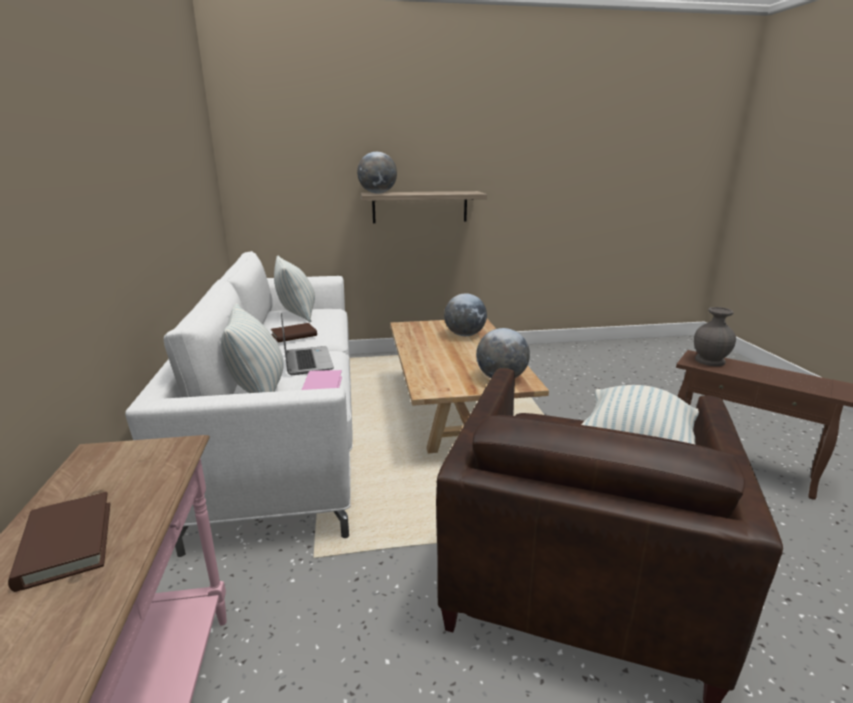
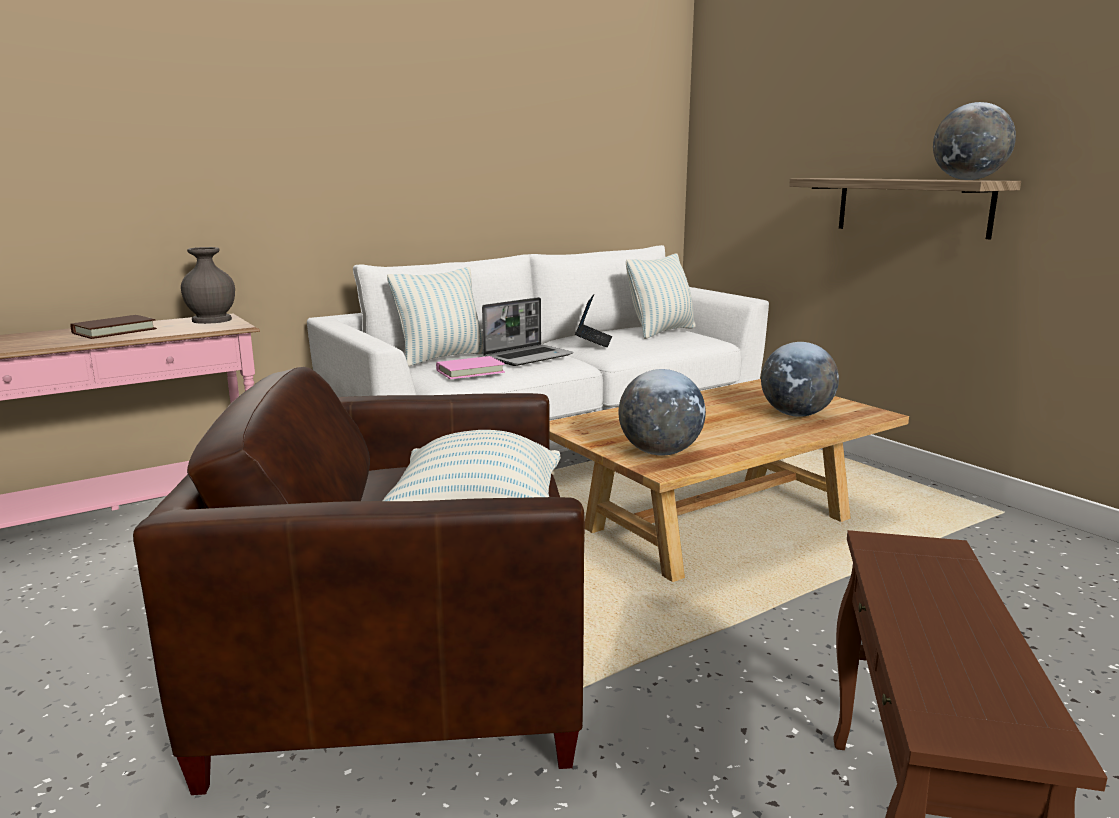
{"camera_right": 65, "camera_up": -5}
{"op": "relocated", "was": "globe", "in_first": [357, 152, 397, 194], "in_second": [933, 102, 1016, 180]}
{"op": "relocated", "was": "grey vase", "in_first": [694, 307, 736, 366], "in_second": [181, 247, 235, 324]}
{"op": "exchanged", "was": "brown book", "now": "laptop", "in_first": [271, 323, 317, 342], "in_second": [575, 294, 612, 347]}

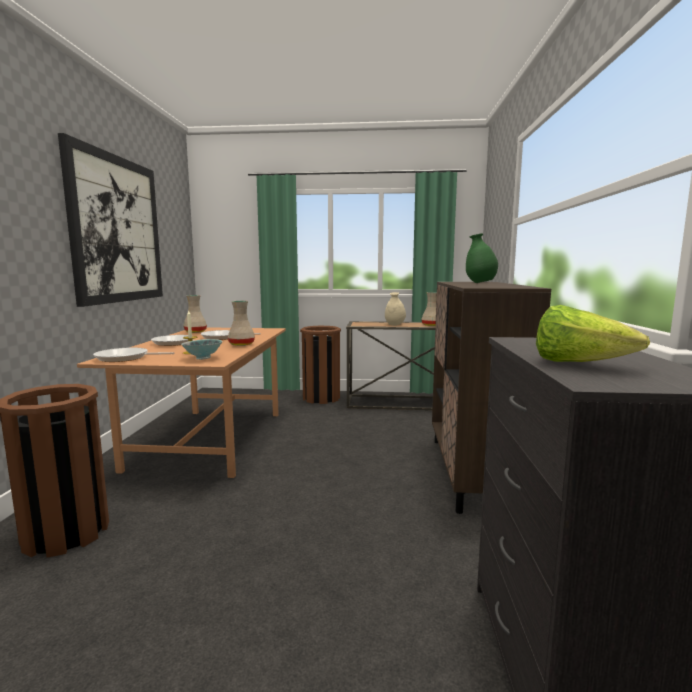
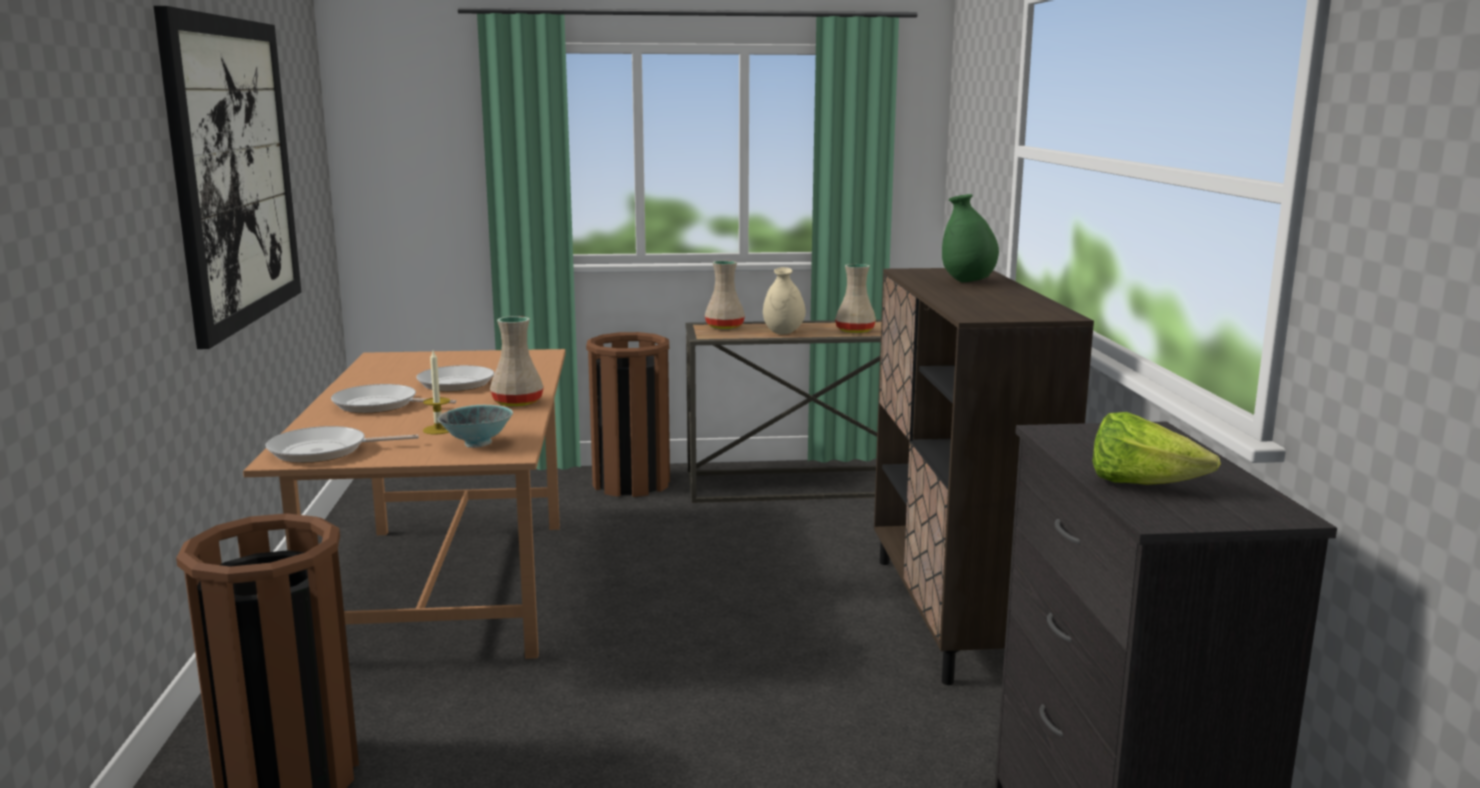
{"camera_right": -10, "camera_up": 5}
{"op": "relocated", "was": "beige vase", "in_first": [183, 295, 207, 333], "in_second": [705, 261, 745, 329]}

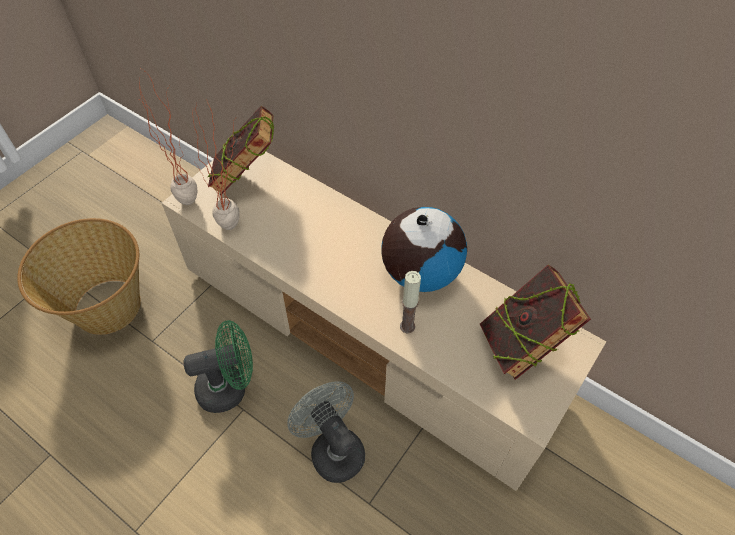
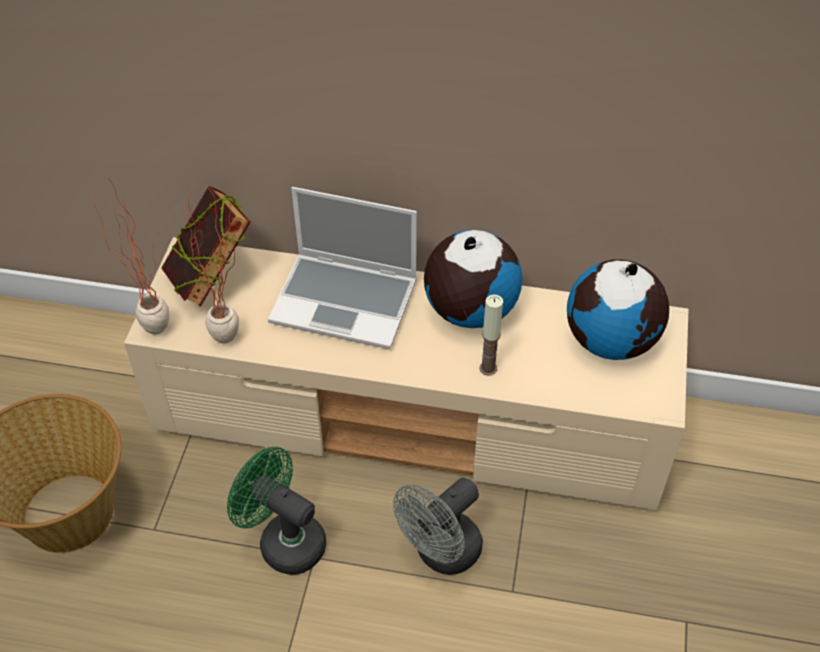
{"camera_right": -25, "camera_up": -5}
{"op": "exchanged", "was": "book", "now": "globe", "in_first": [480, 265, 591, 380], "in_second": [567, 259, 669, 360]}
{"op": "spun", "was": "green fan", "in_first": [183, 320, 253, 413], "in_second": [227, 447, 326, 575], "clockwise": -105}
{"op": "spun", "was": "grey fan", "in_first": [287, 382, 365, 483], "in_second": [393, 478, 483, 575], "clockwise": -75}
{"op": "appeared", "now": "laptop", "in_second": [268, 187, 417, 349]}

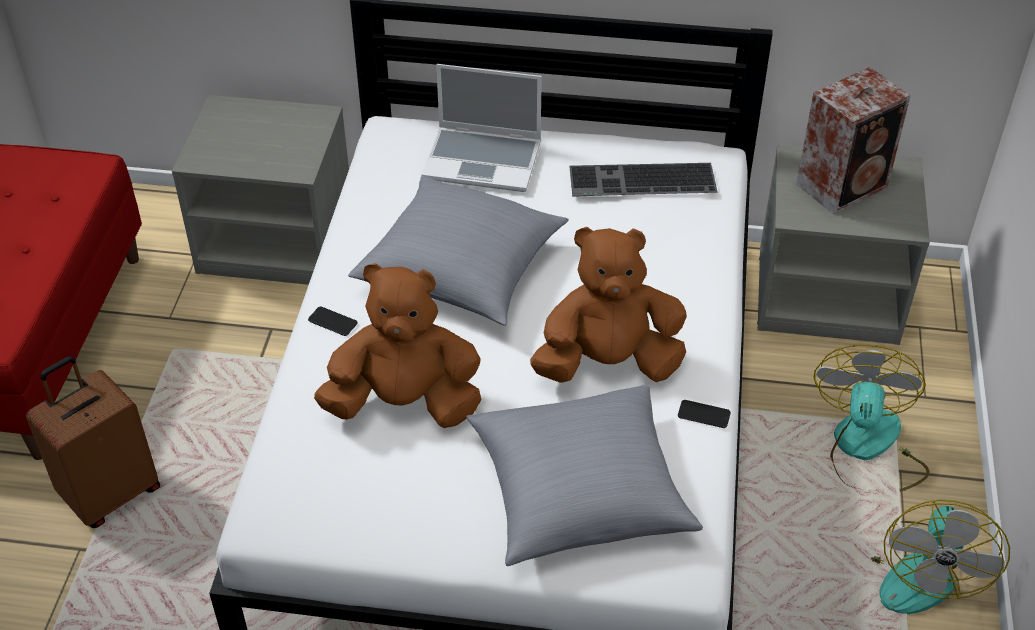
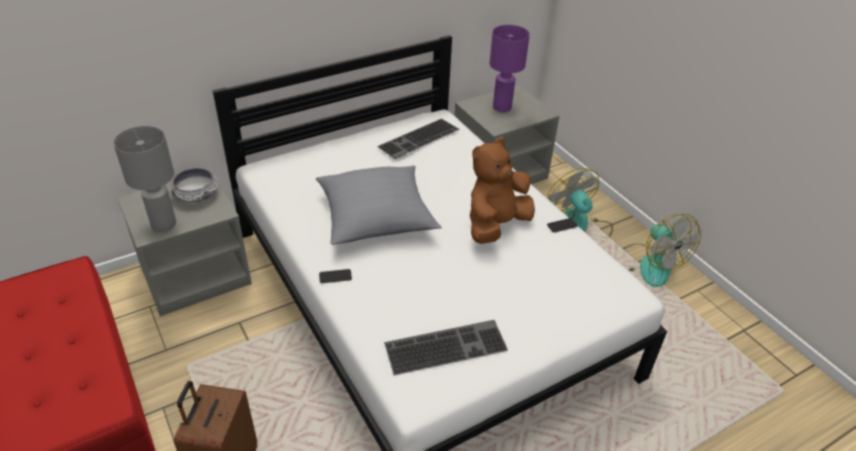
{"camera_right": -40, "camera_up": -5}
{"op": "missing", "was": "laptop", "in_first": [422, 64, 542, 192]}
{"op": "exchanged", "was": "speaker", "now": "purple table lamp", "in_first": [796, 67, 911, 214], "in_second": [489, 25, 530, 112]}
{"op": "missing", "was": "brown plush toy", "in_first": [314, 263, 481, 428]}
{"op": "missing", "was": "grey pillow", "in_first": [466, 385, 703, 566]}
{"op": "appeared", "now": "grey table lamp", "in_second": [113, 126, 176, 232]}
{"op": "appeared", "now": "bowl", "in_second": [170, 168, 219, 203]}
{"op": "appeared", "now": "keyboard", "in_second": [384, 320, 508, 375]}

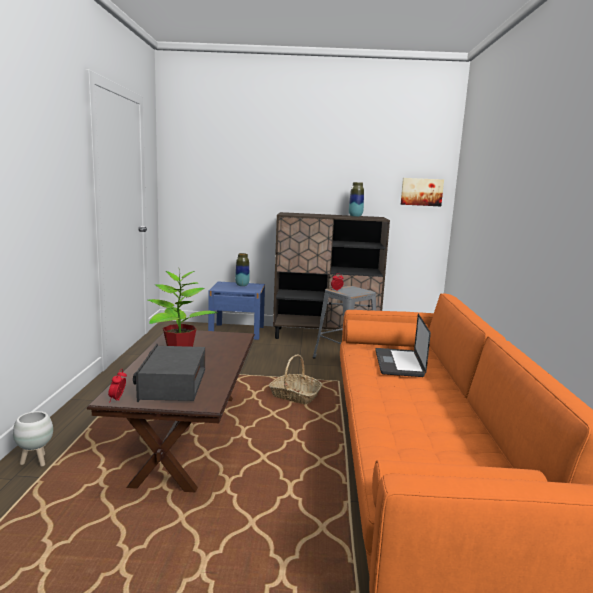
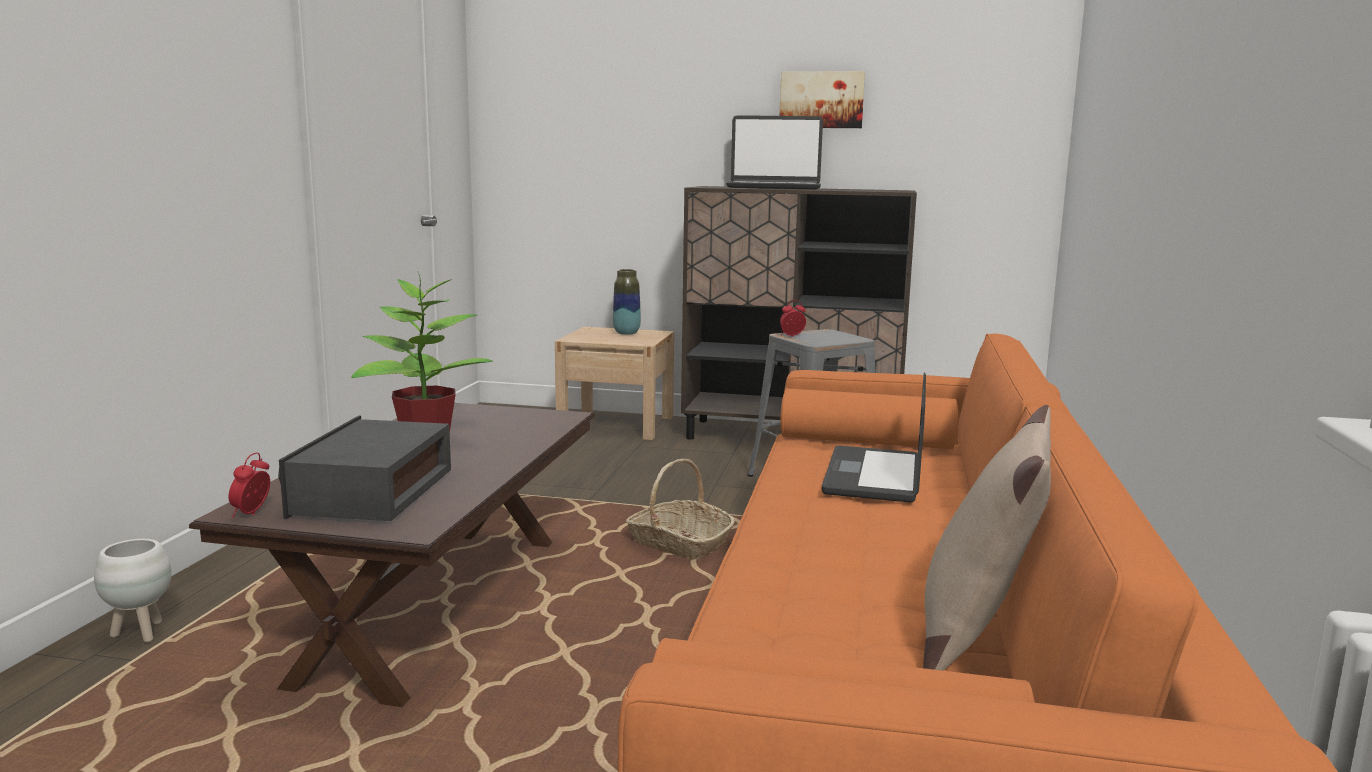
{"camera_right": 10, "camera_up": 0}
{"op": "relocated", "was": "picture", "in_first": [401, 178, 444, 206], "in_second": [780, 71, 865, 128]}
{"op": "missing", "was": "vase", "in_first": [349, 182, 364, 217]}
{"op": "colour", "was": "blue nightstand", "now": "beige nightstand", "in_first": [208, 282, 265, 340], "in_second": [555, 327, 674, 440]}
{"op": "appeared", "now": "laptop", "in_second": [726, 115, 823, 189]}
{"op": "appeared", "now": "beige pillow", "in_second": [923, 405, 1051, 671]}

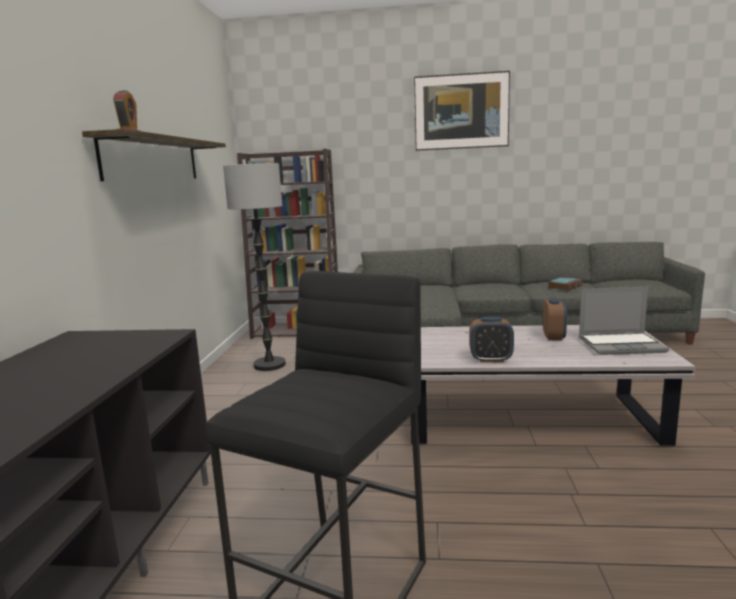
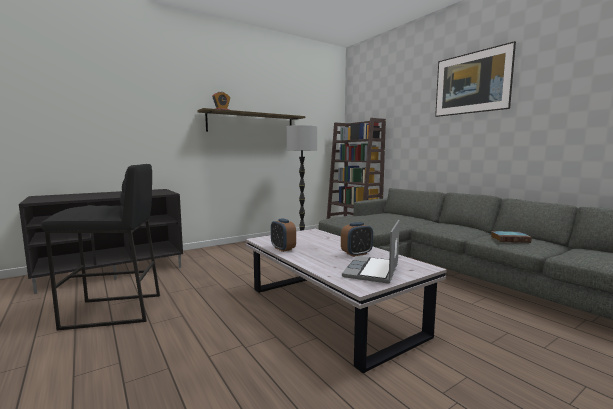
{"camera_right": 50, "camera_up": -5}
{"op": "spun", "was": "laptop", "in_first": [579, 287, 669, 355], "in_second": [342, 220, 400, 284], "clockwise": 60}

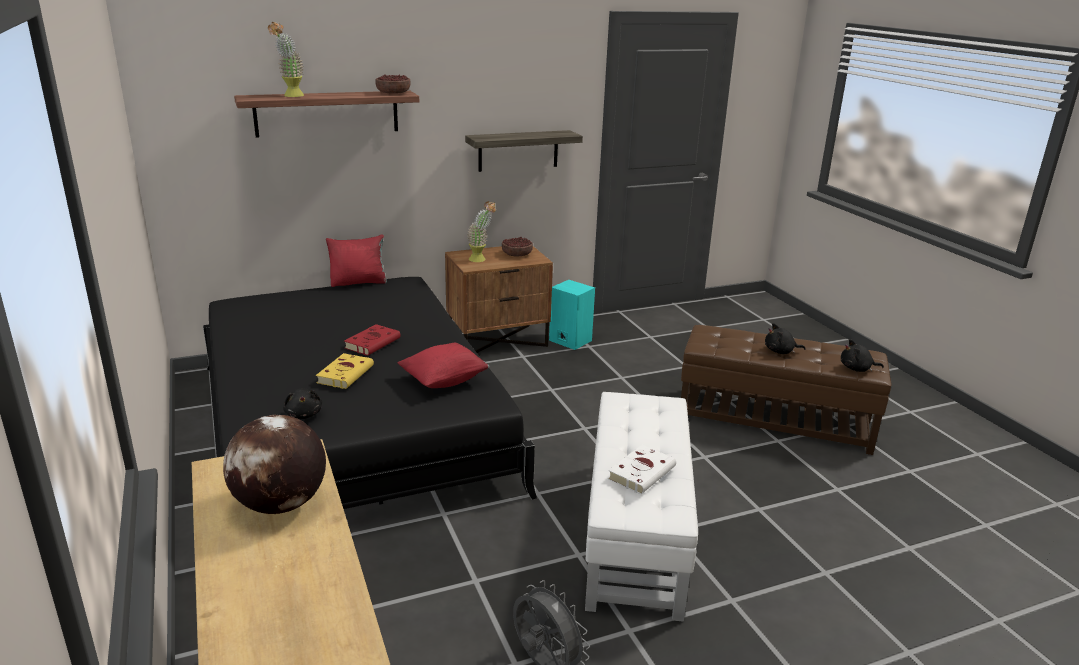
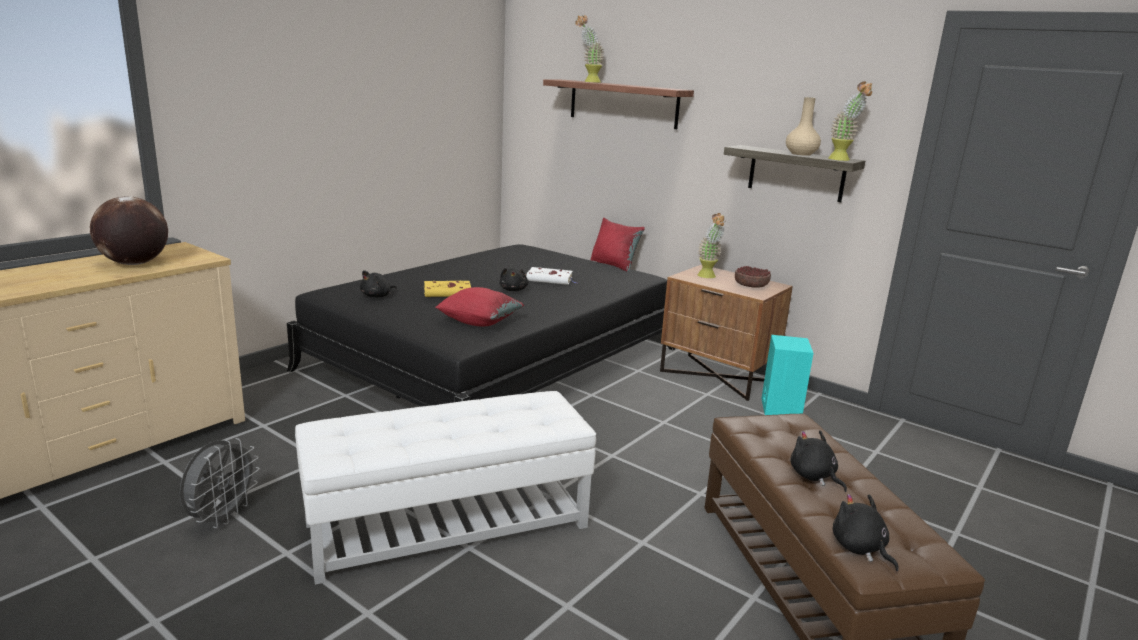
{"camera_right": 60, "camera_up": -5}
{"op": "missing", "was": "bowl", "in_first": [375, 75, 410, 94]}
{"op": "exchanged", "was": "red book", "now": "black plush toy", "in_first": [344, 324, 401, 356], "in_second": [499, 268, 528, 291]}
{"op": "relocated", "was": "white book", "in_first": [608, 445, 676, 494], "in_second": [526, 267, 578, 285]}
{"op": "appeared", "now": "potted plant", "in_second": [828, 81, 872, 161]}
{"op": "appeared", "now": "beige vase", "in_second": [786, 97, 821, 156]}

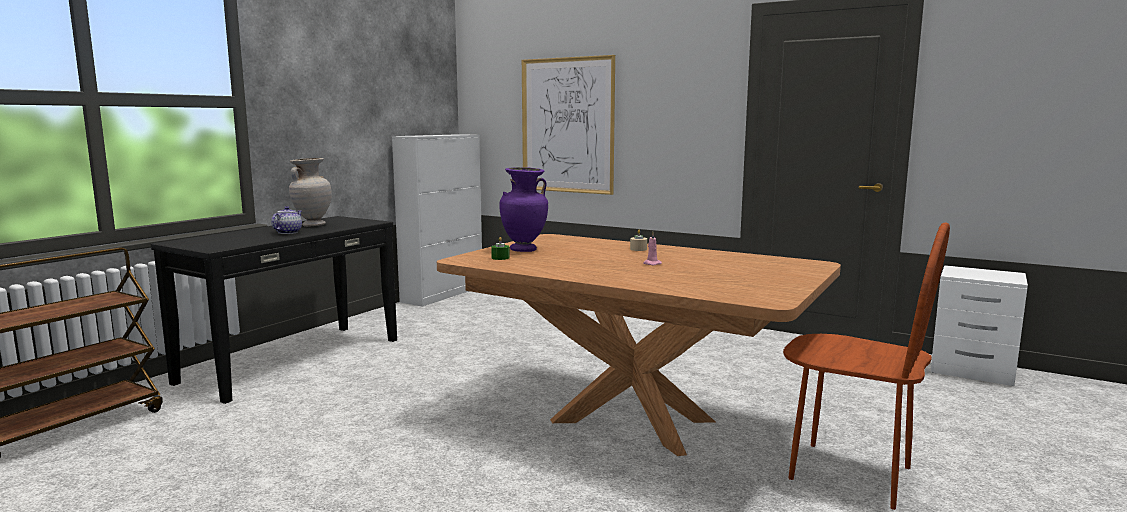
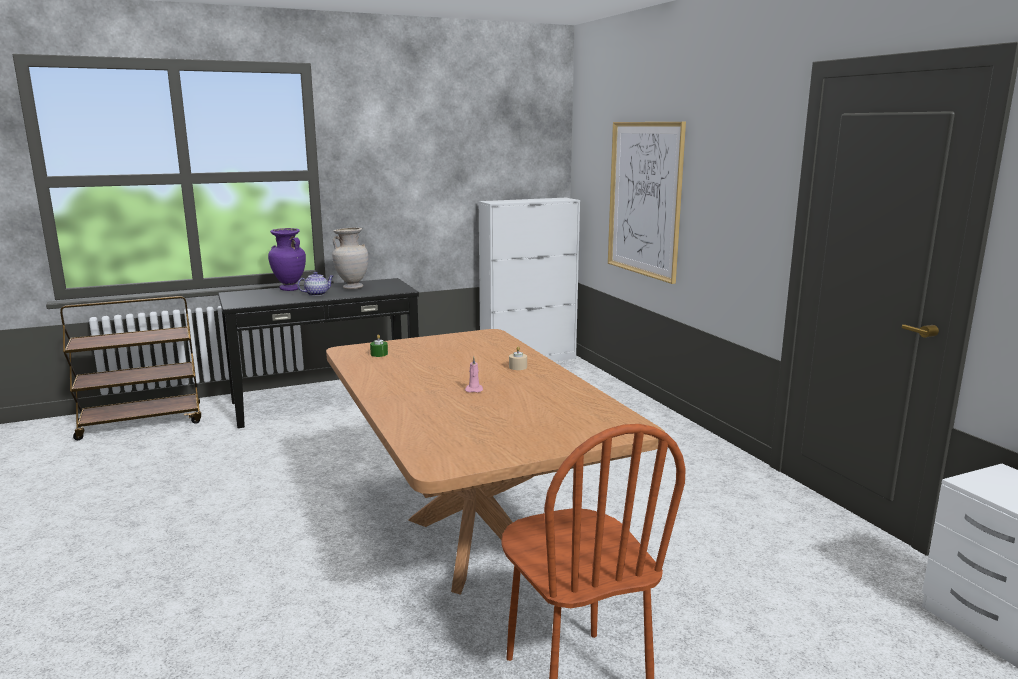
{"camera_right": 35, "camera_up": 5}
{"op": "relocated", "was": "purple vase", "in_first": [499, 167, 548, 252], "in_second": [268, 228, 306, 291]}

